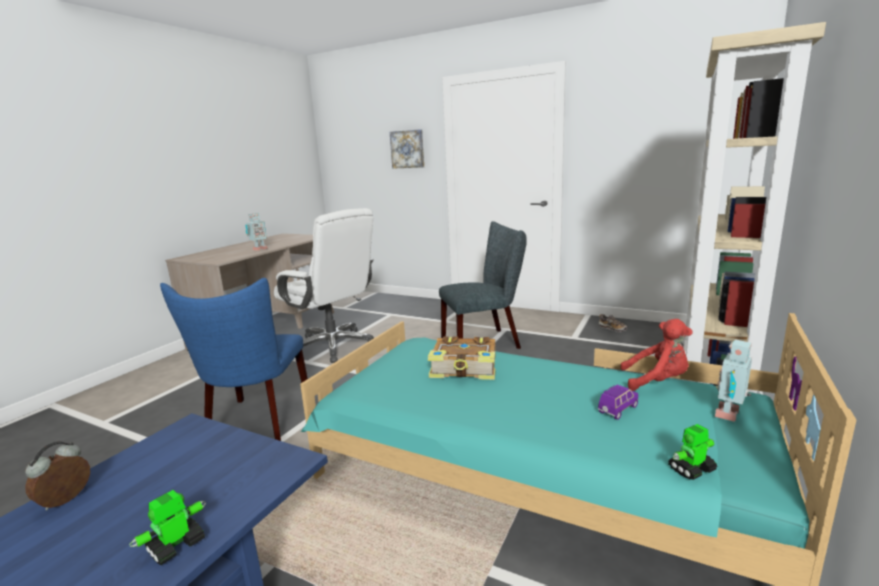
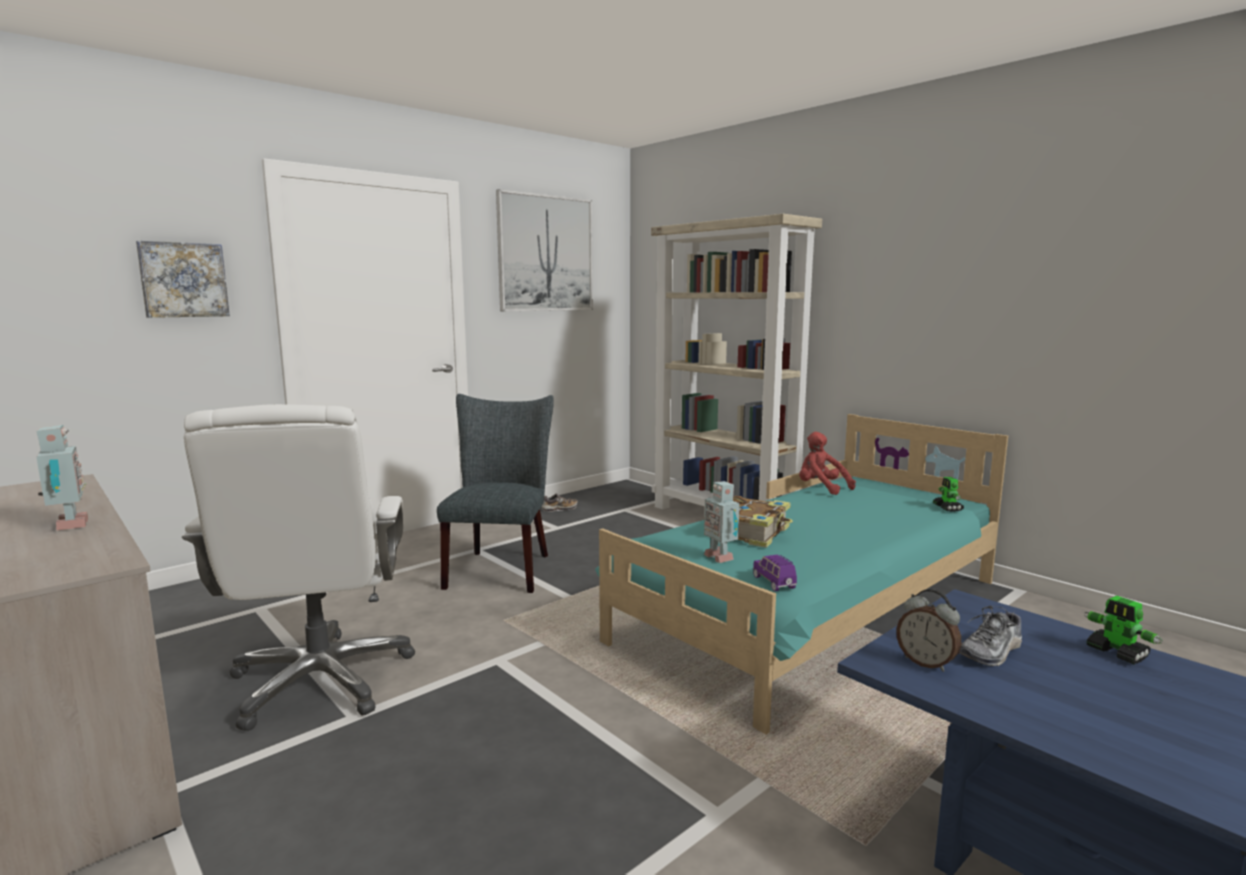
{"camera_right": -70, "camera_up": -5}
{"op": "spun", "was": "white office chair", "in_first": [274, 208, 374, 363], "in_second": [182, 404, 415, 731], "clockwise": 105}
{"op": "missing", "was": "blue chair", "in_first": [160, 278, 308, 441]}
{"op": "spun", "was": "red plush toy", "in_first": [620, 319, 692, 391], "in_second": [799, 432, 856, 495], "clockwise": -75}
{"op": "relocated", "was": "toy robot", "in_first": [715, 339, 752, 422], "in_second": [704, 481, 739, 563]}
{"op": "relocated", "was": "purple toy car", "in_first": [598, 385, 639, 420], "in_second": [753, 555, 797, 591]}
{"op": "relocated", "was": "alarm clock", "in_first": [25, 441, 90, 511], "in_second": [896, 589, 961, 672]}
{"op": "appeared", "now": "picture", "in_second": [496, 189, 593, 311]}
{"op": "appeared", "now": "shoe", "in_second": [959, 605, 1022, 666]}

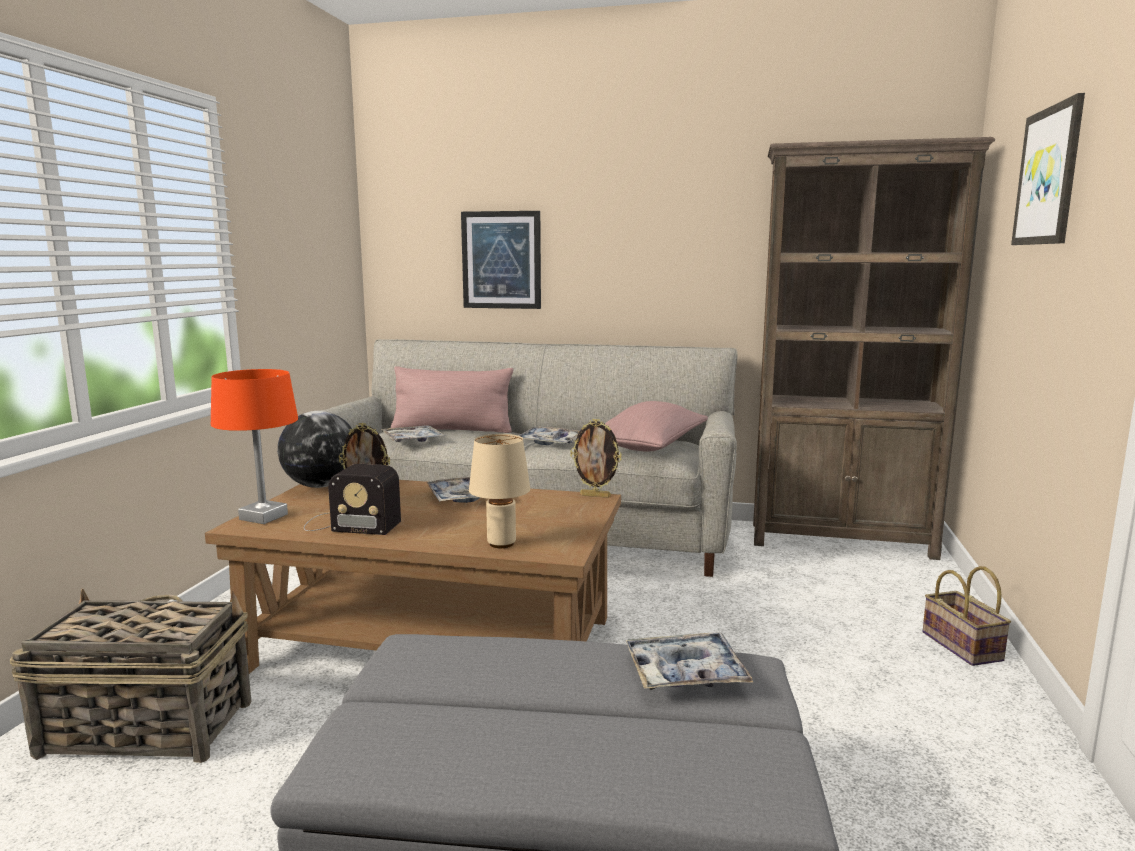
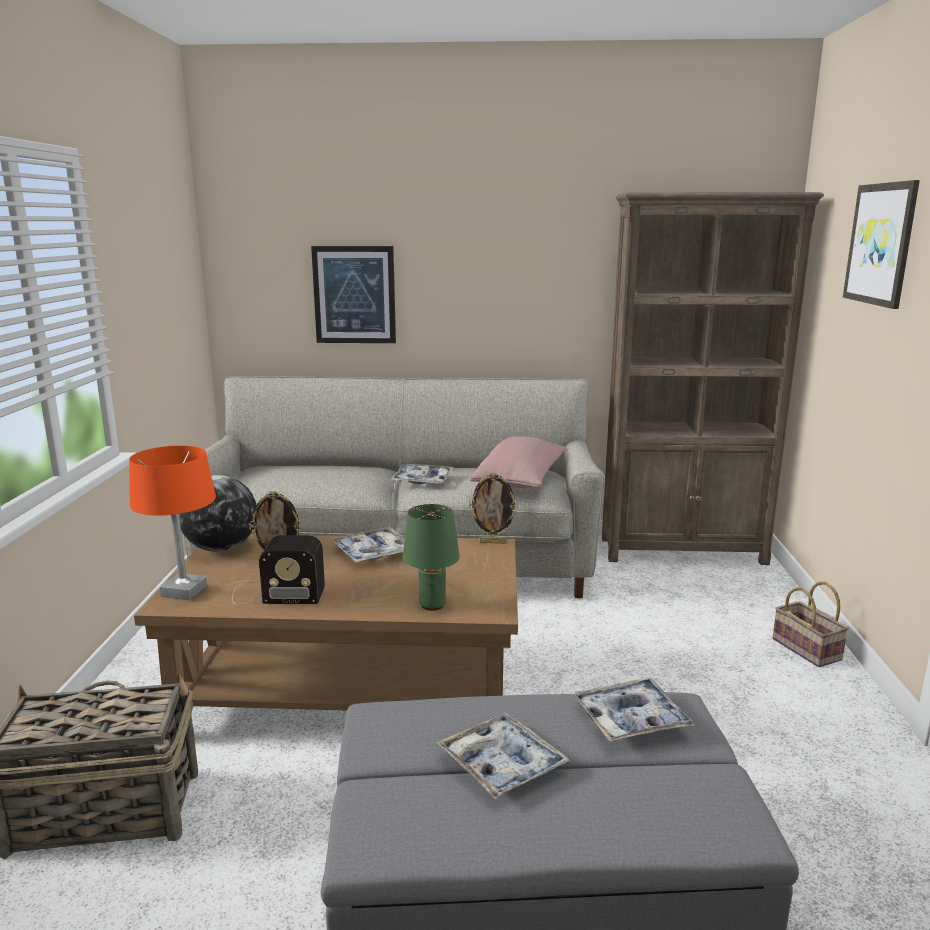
{"camera_right": -10, "camera_up": 5}
{"op": "missing", "was": "pink pillow", "in_first": [390, 366, 513, 433]}
{"op": "relocated", "was": "tray", "in_first": [381, 425, 445, 442], "in_second": [436, 713, 570, 799]}
{"op": "colour", "was": "beige table lamp", "now": "green table lamp", "in_first": [469, 434, 530, 548], "in_second": [403, 504, 460, 611]}

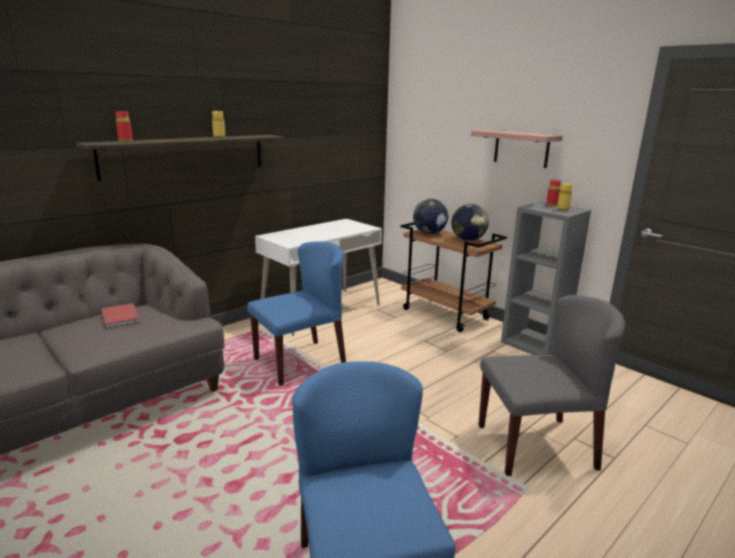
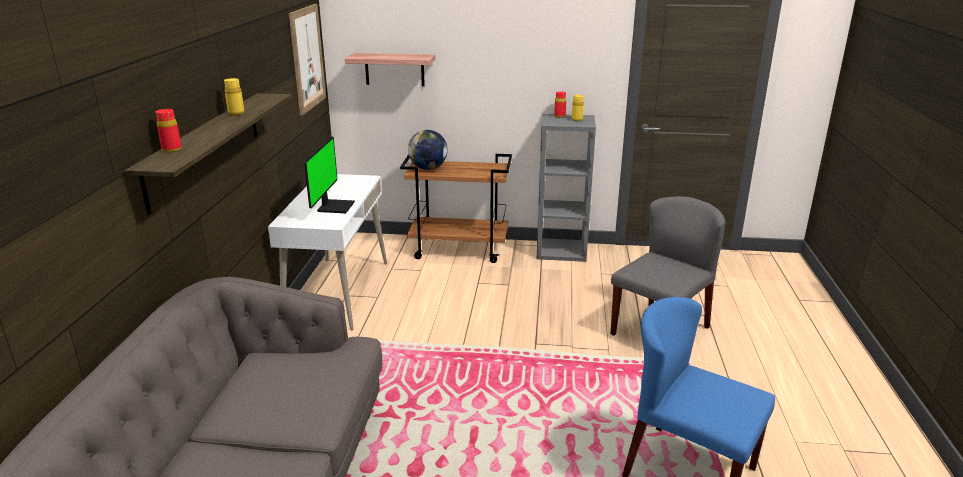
{"camera_right": -40, "camera_up": 5}
{"op": "relocated", "was": "shelf", "in_first": [471, 130, 563, 168], "in_second": [345, 53, 435, 86]}
{"op": "missing", "was": "globe", "in_first": [451, 204, 489, 241]}
{"op": "missing", "was": "blue chair", "in_first": [247, 241, 346, 386]}
{"op": "missing", "was": "red book", "in_first": [101, 303, 140, 328]}
{"op": "appeared", "now": "picture", "in_second": [289, 4, 326, 116]}
{"op": "appeared", "now": "monitor", "in_second": [304, 137, 355, 213]}

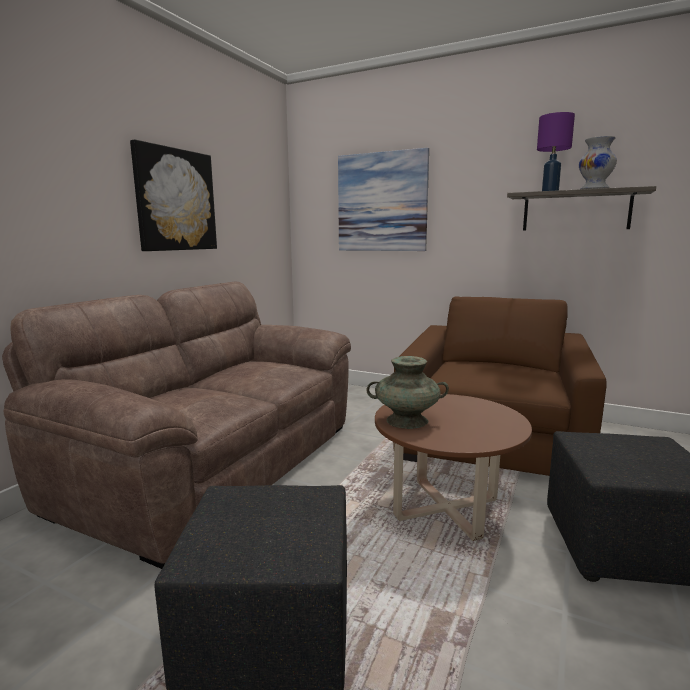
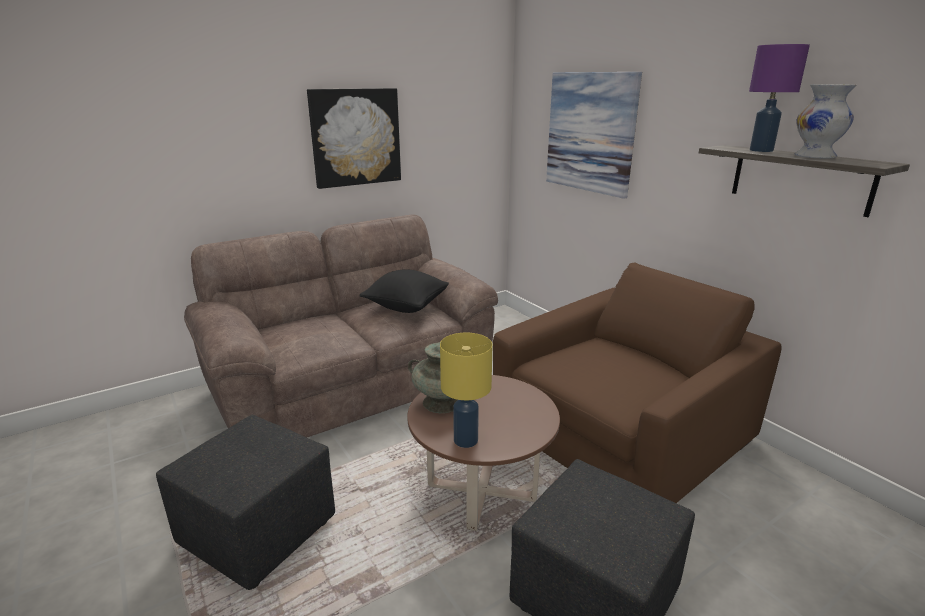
{"camera_right": 30, "camera_up": 10}
{"op": "appeared", "now": "black pillow", "in_second": [360, 269, 449, 313]}
{"op": "appeared", "now": "yellow table lamp", "in_second": [440, 333, 493, 448]}

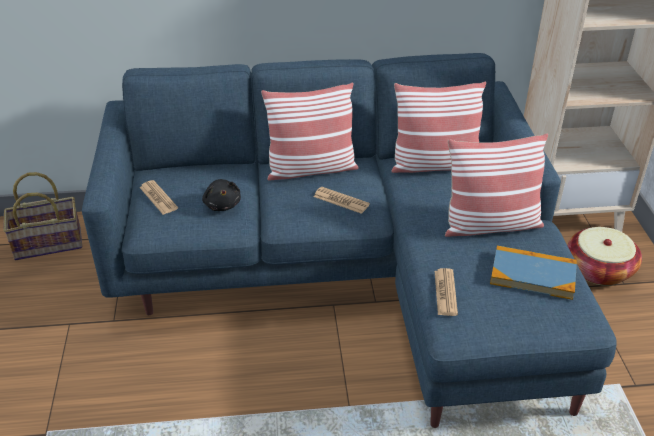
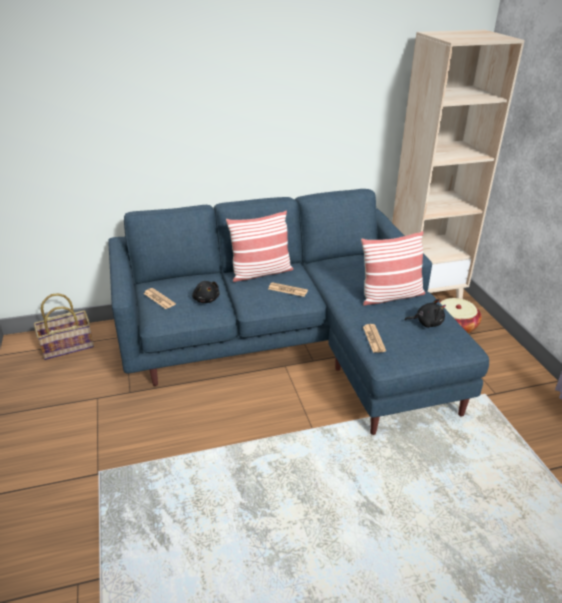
{"camera_right": -10, "camera_up": -5}
{"op": "missing", "was": "pillow", "in_first": [391, 82, 486, 173]}
{"op": "exchanged", "was": "book", "now": "black plush toy", "in_first": [490, 246, 577, 300], "in_second": [405, 299, 446, 328]}

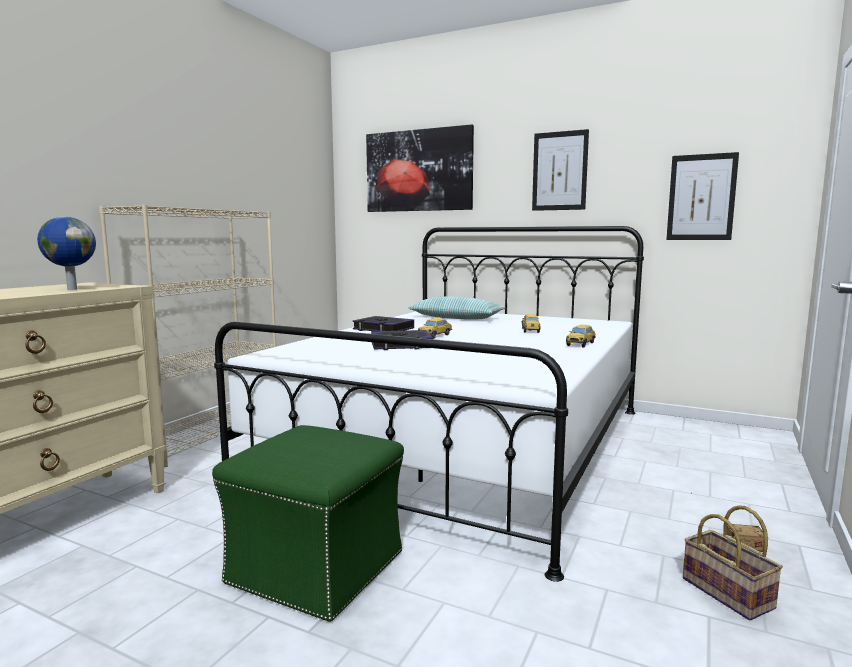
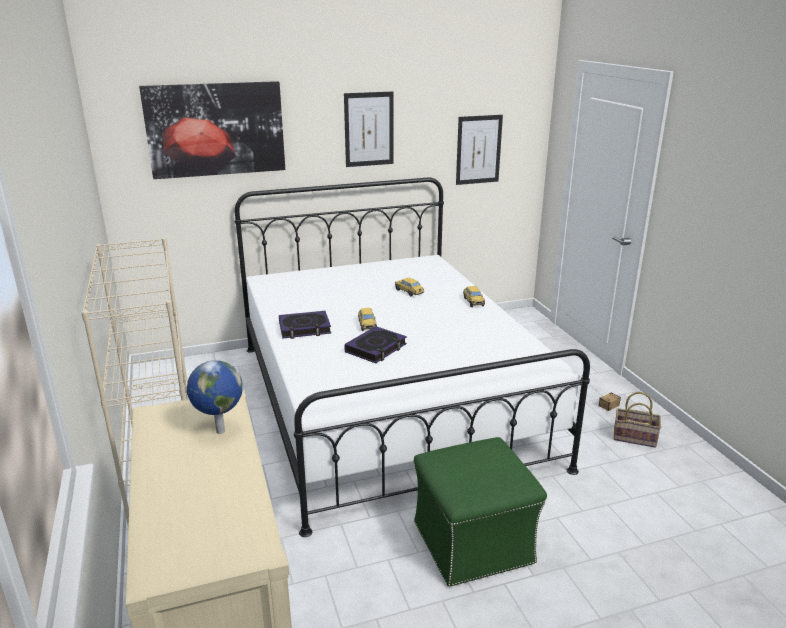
{"camera_right": -45, "camera_up": 15}
{"op": "missing", "was": "pillow", "in_first": [408, 297, 506, 320]}

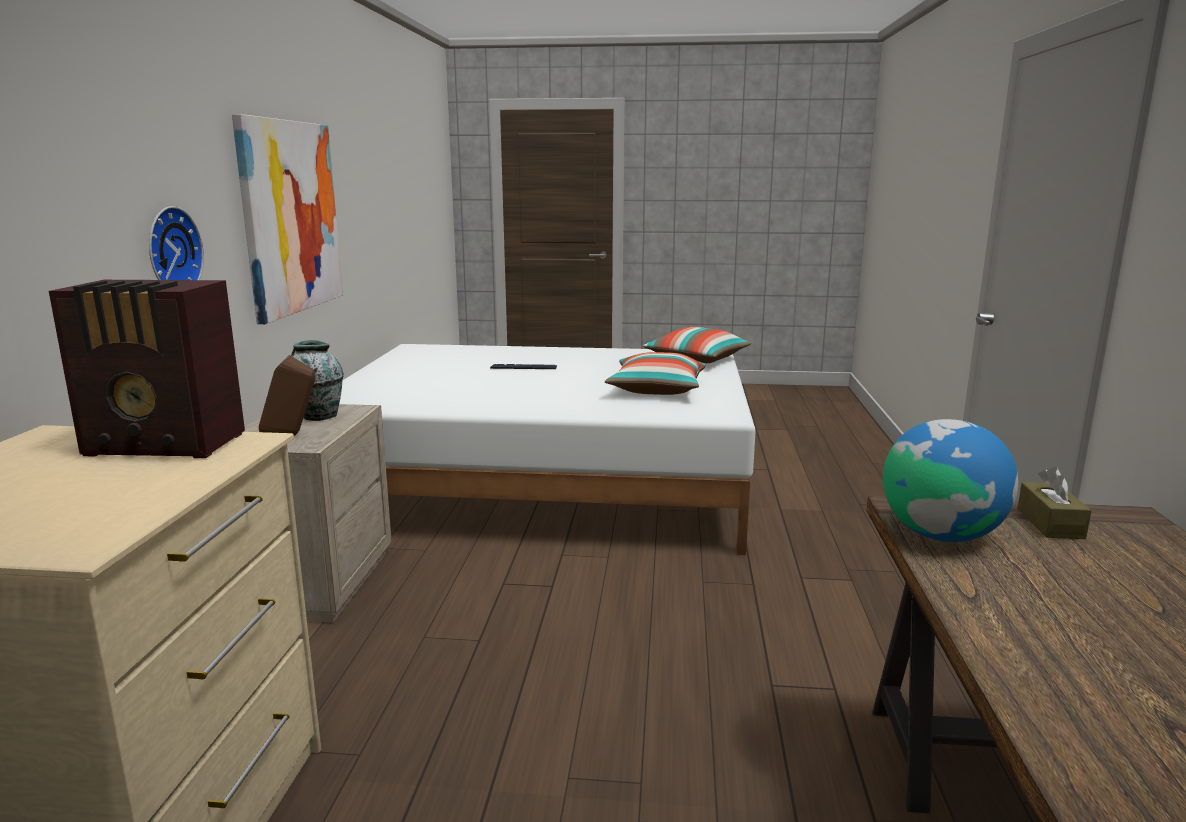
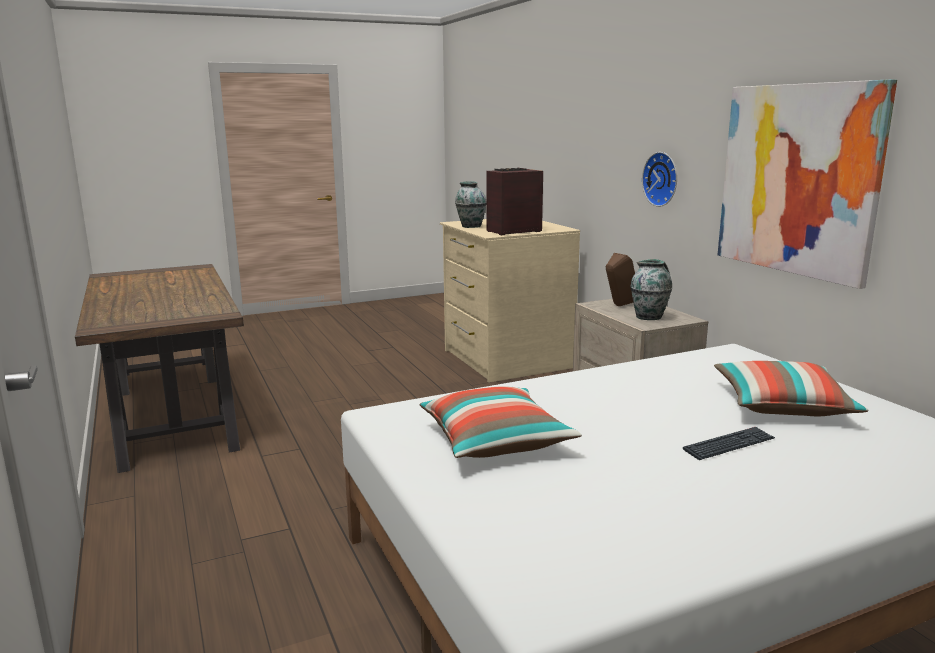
{"camera_right": 150, "camera_up": 0}
{"op": "relocated", "was": "pillow", "in_first": [643, 327, 751, 363], "in_second": [714, 361, 868, 416]}
{"op": "missing", "was": "globe", "in_first": [883, 419, 1018, 542]}
{"op": "missing", "was": "brown tissue box", "in_first": [1017, 467, 1092, 539]}
{"op": "appeared", "now": "vase", "in_second": [455, 181, 487, 228]}

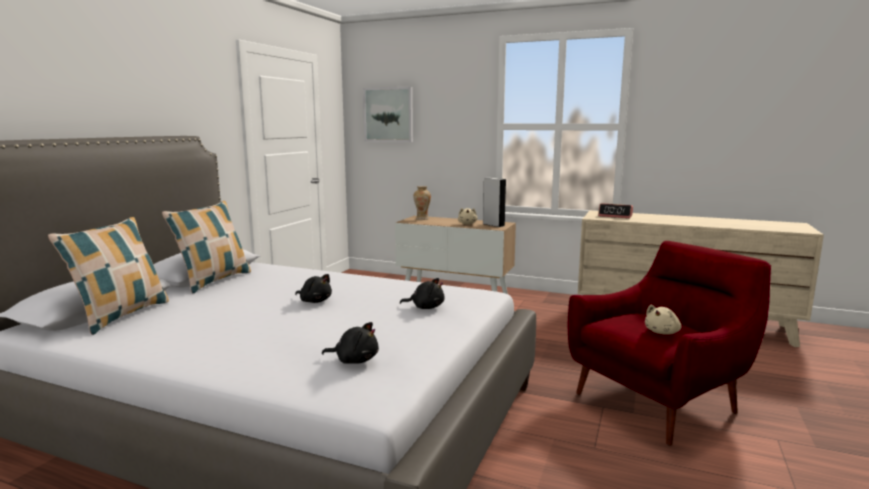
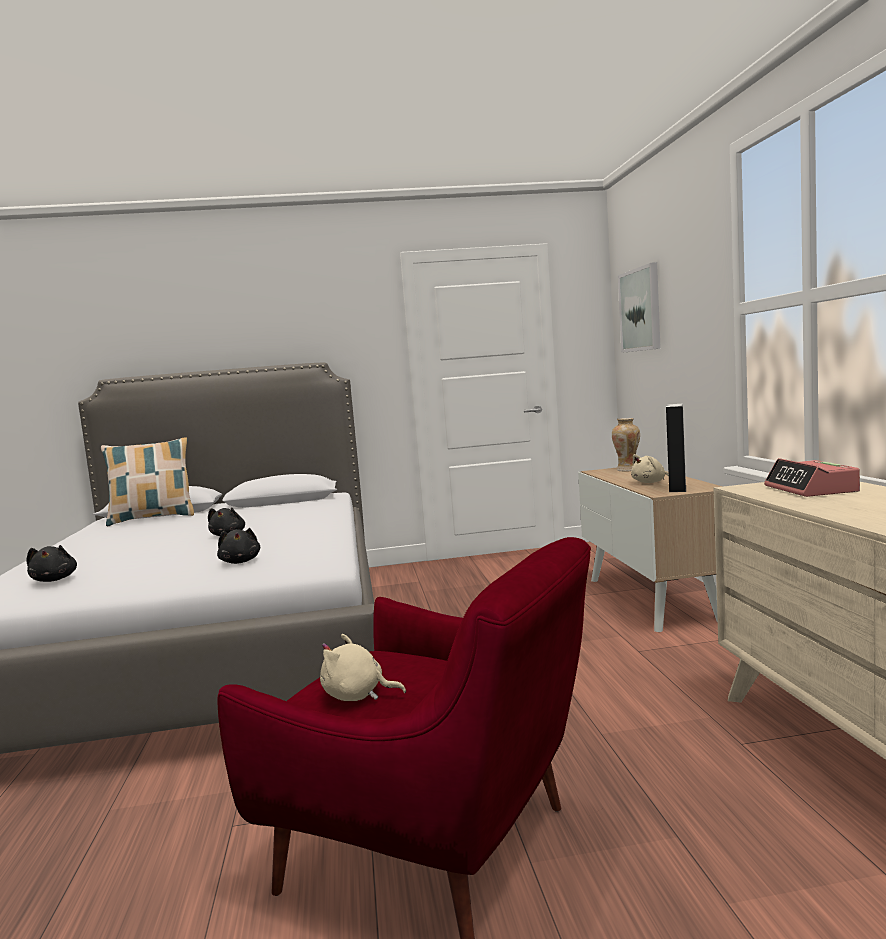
{"camera_right": 60, "camera_up": -5}
{"op": "missing", "was": "pillow", "in_first": [162, 201, 251, 293]}

